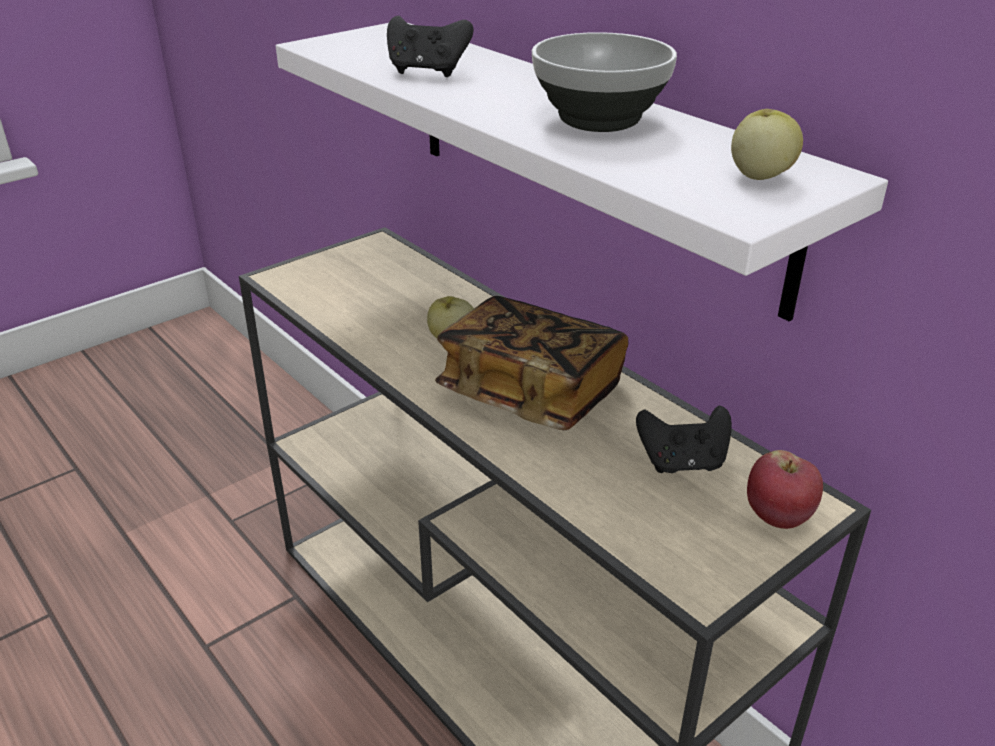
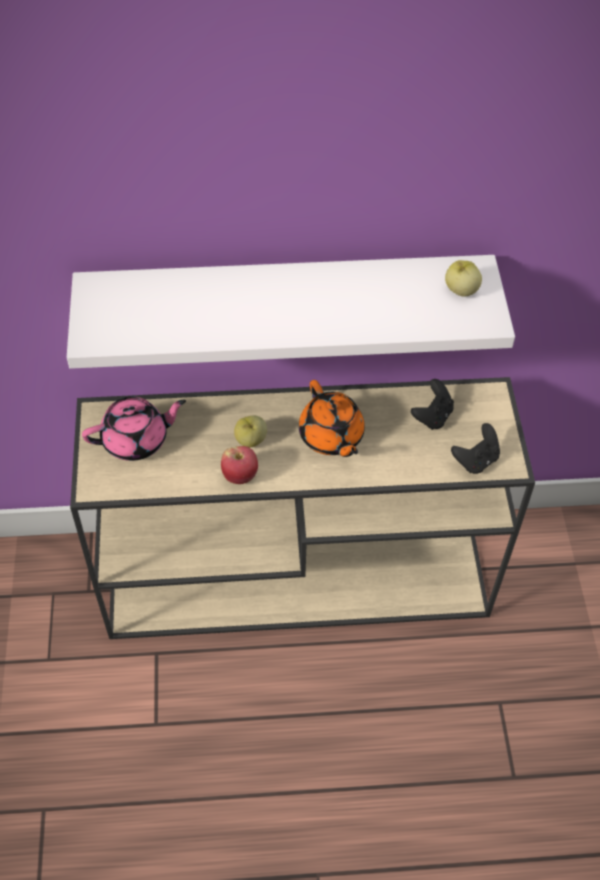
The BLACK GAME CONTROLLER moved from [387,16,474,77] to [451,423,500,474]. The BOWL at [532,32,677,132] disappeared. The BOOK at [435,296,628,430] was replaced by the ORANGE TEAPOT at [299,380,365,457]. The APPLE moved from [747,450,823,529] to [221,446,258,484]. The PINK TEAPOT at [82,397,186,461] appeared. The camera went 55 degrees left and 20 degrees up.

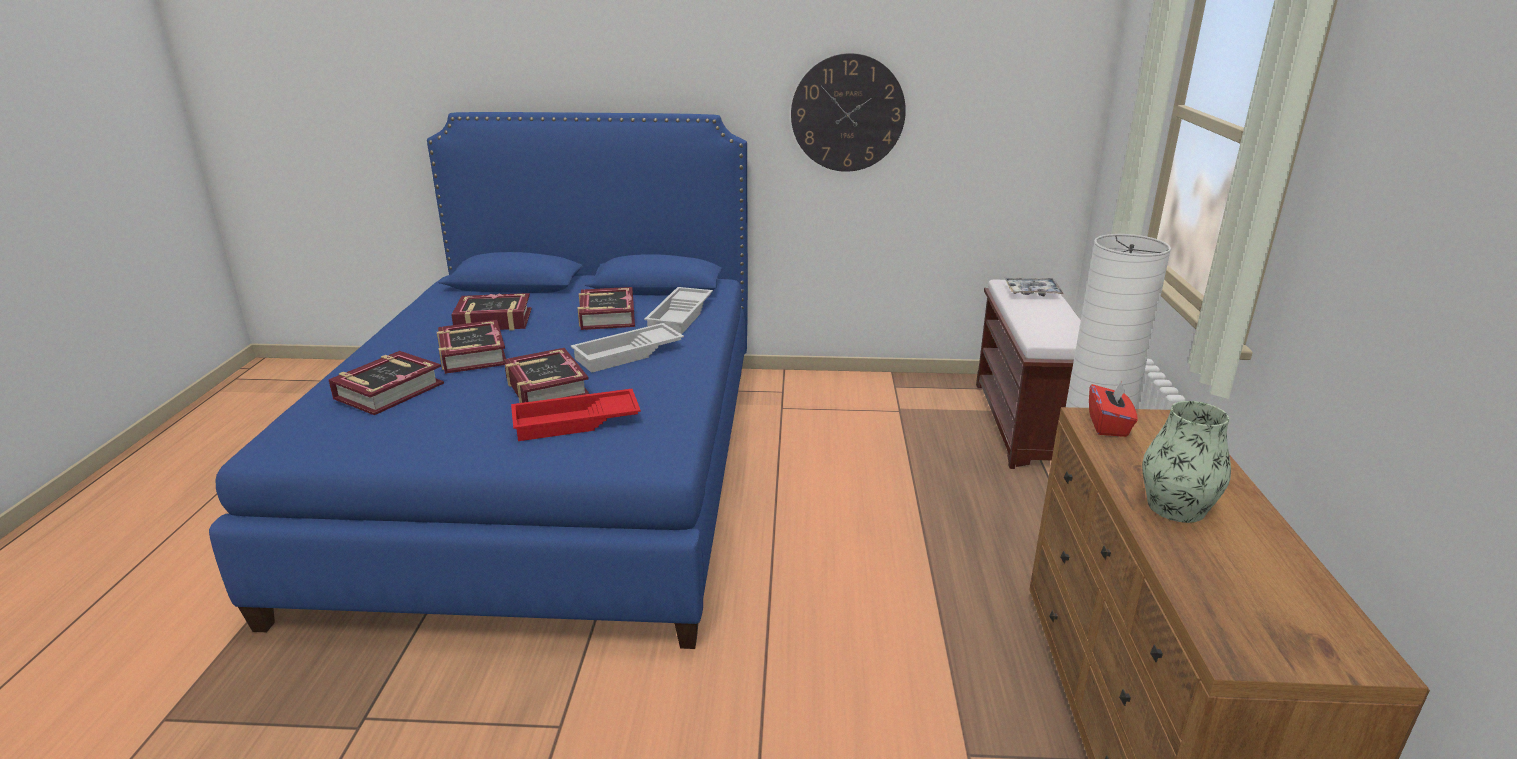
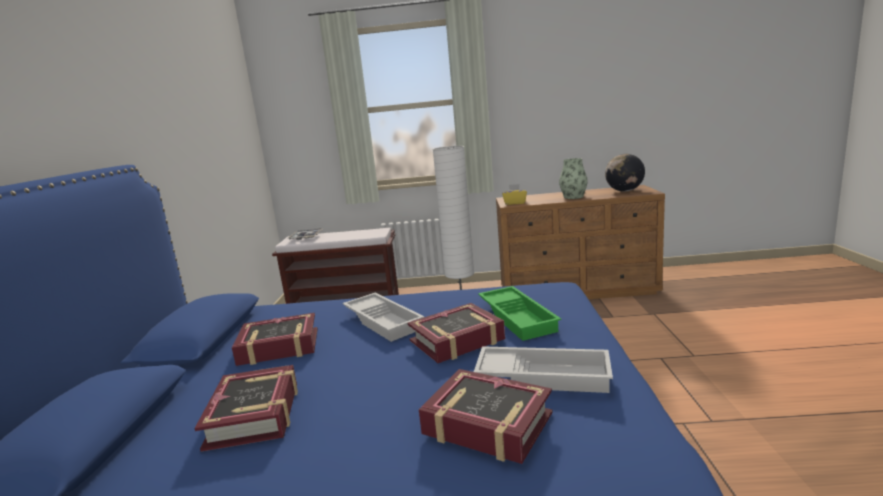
The WALL CLOCK at [791,53,906,172] disappeared. The WHITE TRAY moved from [644,287,713,334] to [474,346,613,393]. The BOOK at [437,320,506,374] disappeared. The RED TISSUE BOX at [1089,381,1138,437] became the YELLOW TISSUE BOX at [502,184,527,205]. The RED TRAY at [511,389,641,441] became the GREEN TRAY at [478,286,561,341]. The GLOBE at [605,154,645,192] appeared. The camera went 90 degrees left and 10 degrees down.

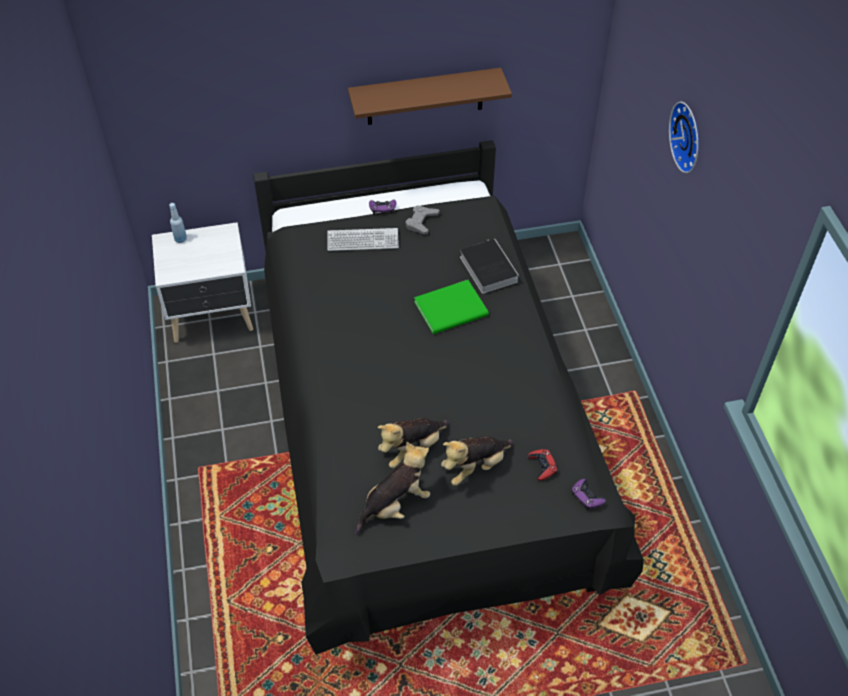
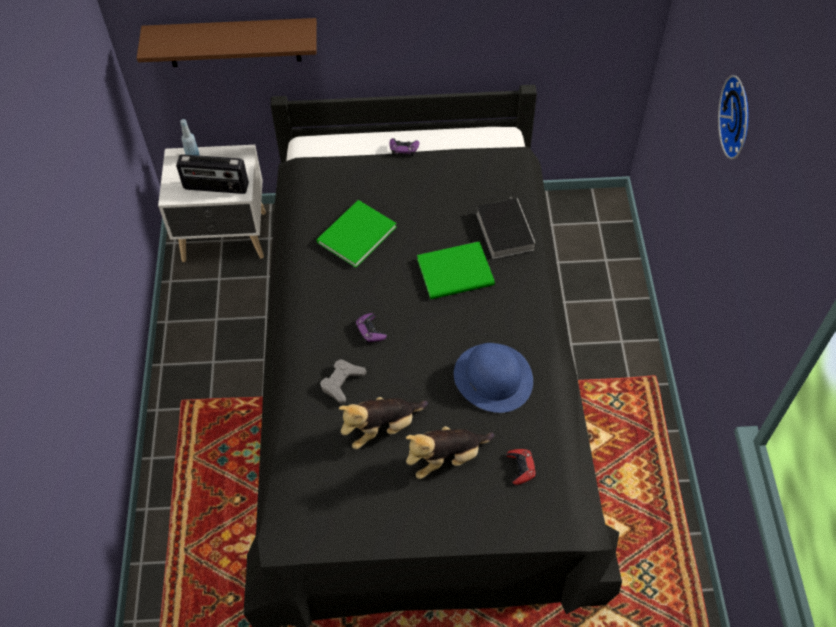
The BROWN SHELF moved from [348,68,512,125] to [137,18,317,67]. The GREY GAME CONTROLLER moved from [406,205,440,235] to [320,359,367,403]. The KEYBOARD at [327,228,399,251] disappeared. The PLUSH TOY at [355,442,430,535] disappeared. The PURPLE GAME CONTROLLER moved from [571,479,606,510] to [355,313,387,343]. The RADIO at [176,154,249,194] appeared. The GREEN BOOK at [316,200,397,268] appeared. The BLUE HAT at [454,343,533,413] appeared. The camera went 10 degrees right and 5 degrees up.

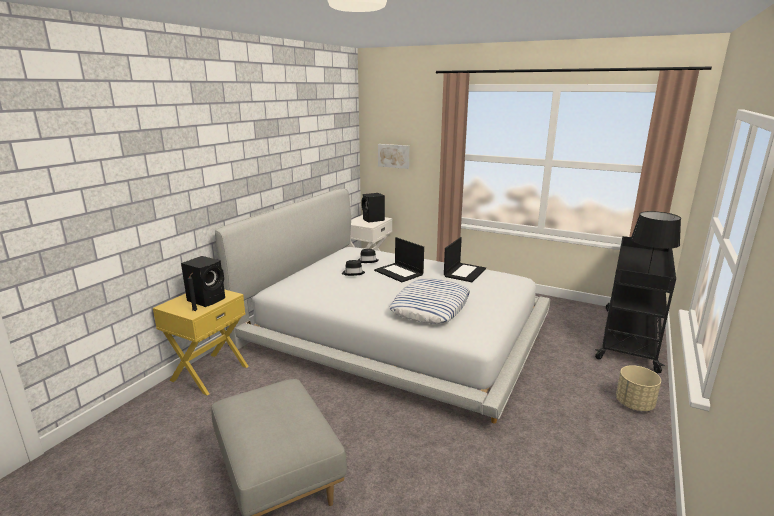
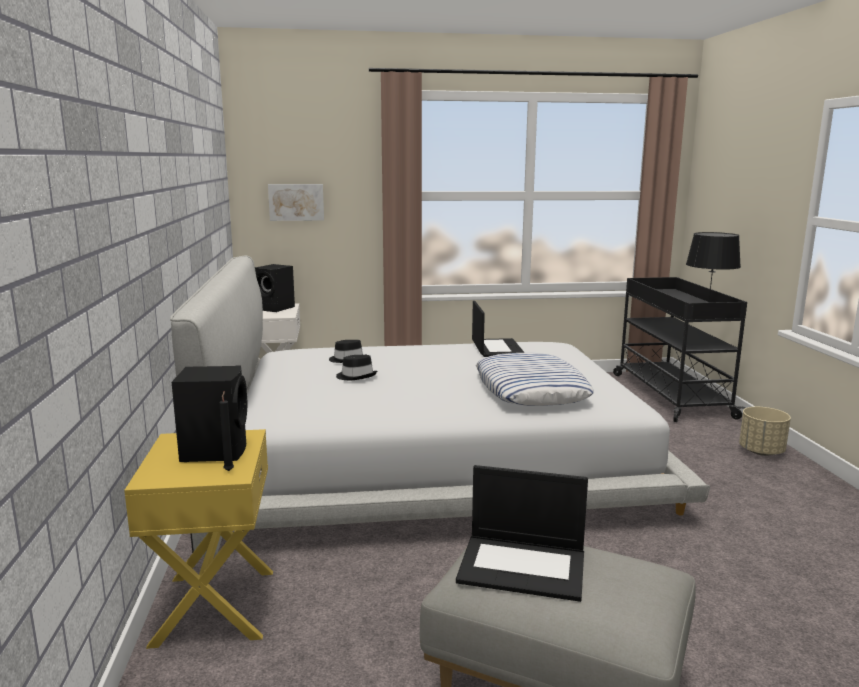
The LAPTOP moved from [374,237,424,282] to [456,465,588,602]. The camera went 35 degrees left and 5 degrees down.

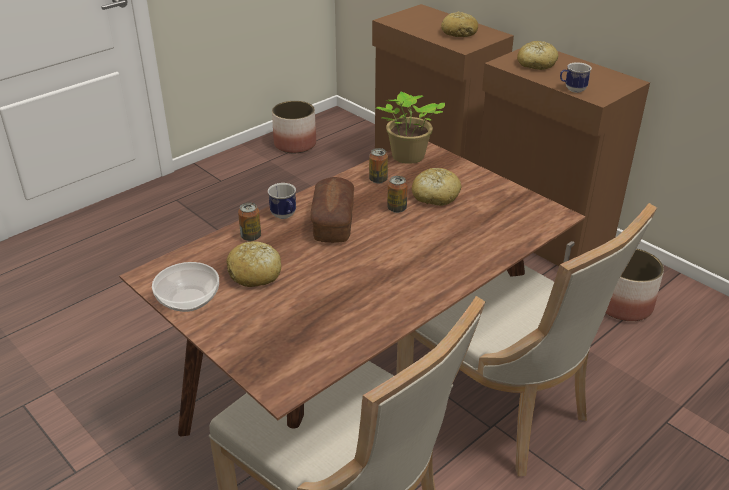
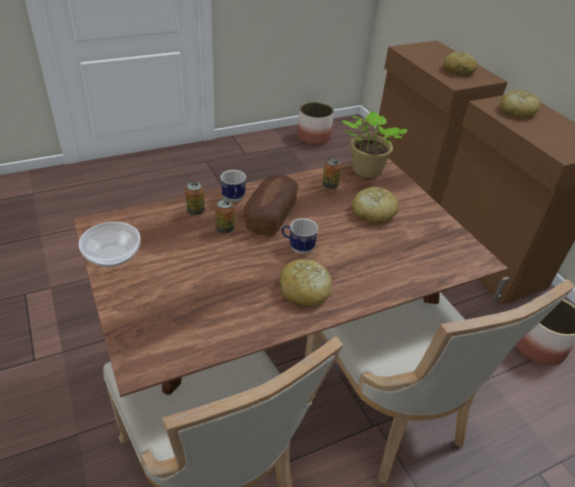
The MUG moved from [560,62,592,93] to [282,218,318,254]. The CAN moved from [387,176,408,213] to [215,198,235,234]. The BREAD moved from [226,241,281,287] to [279,259,332,306]. The camera went 15 degrees right and 5 degrees up.

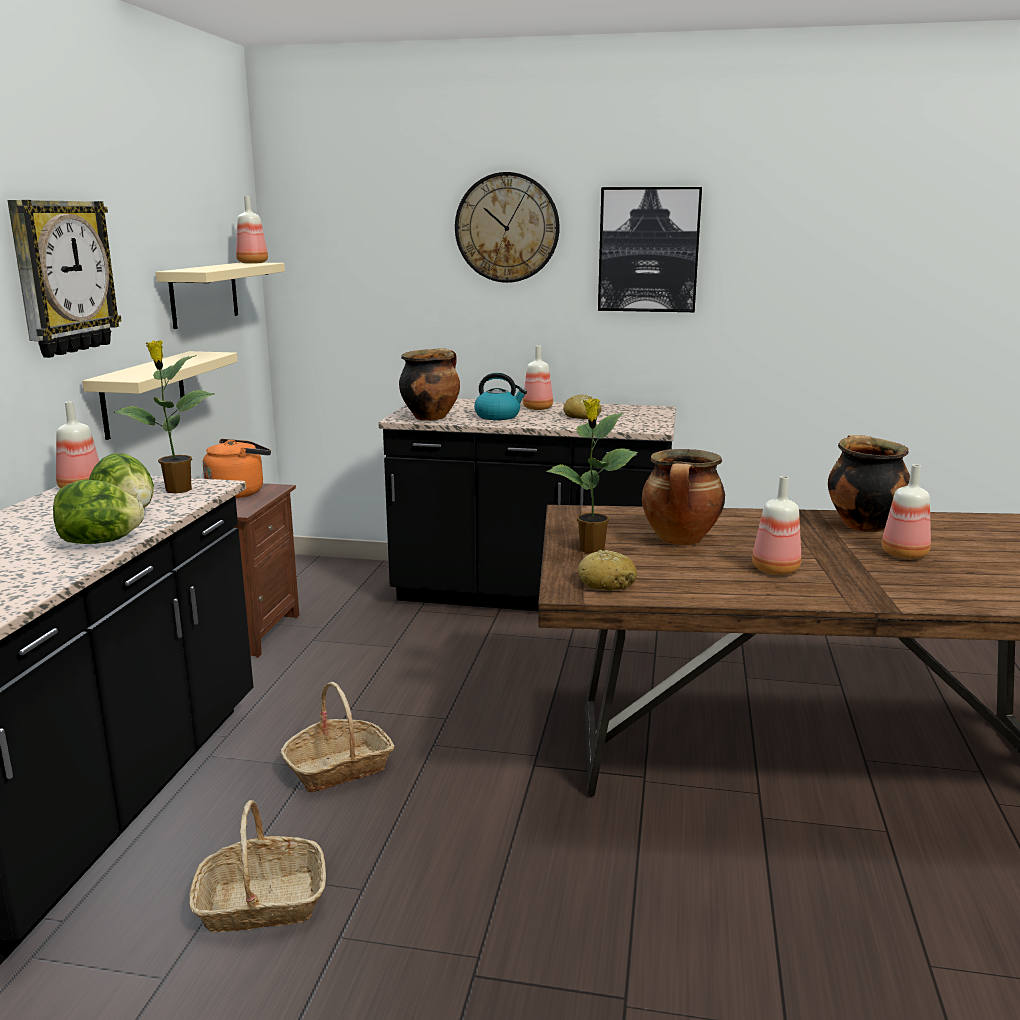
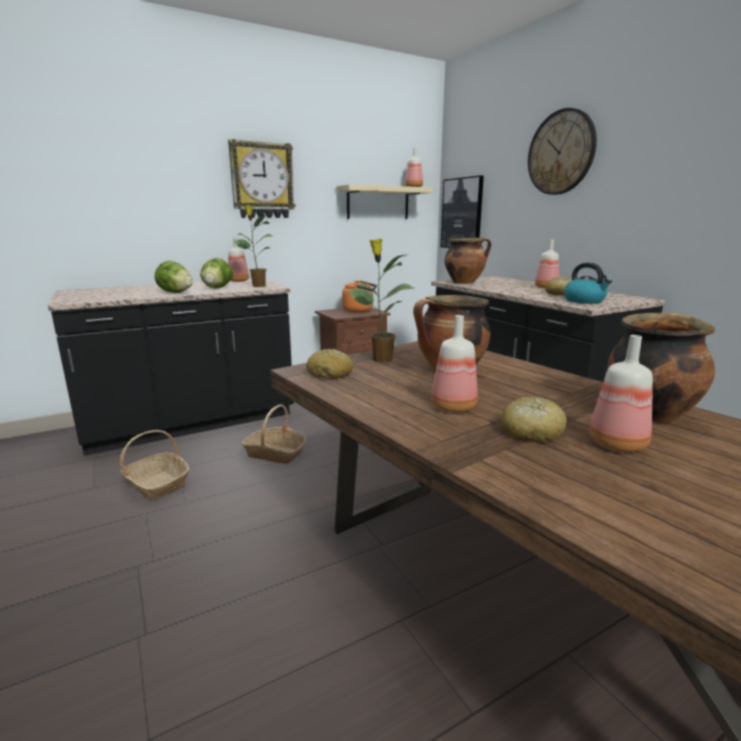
The PICTURE moved from [598,187,702,312] to [441,175,484,248]. The BEIGE SHELF at [82,351,238,440] disappeared. The KETTLE moved from [474,373,527,420] to [564,263,612,304]. The BREAD at [501,397,567,442] appeared. The camera went 50 degrees right and 0 degrees up.

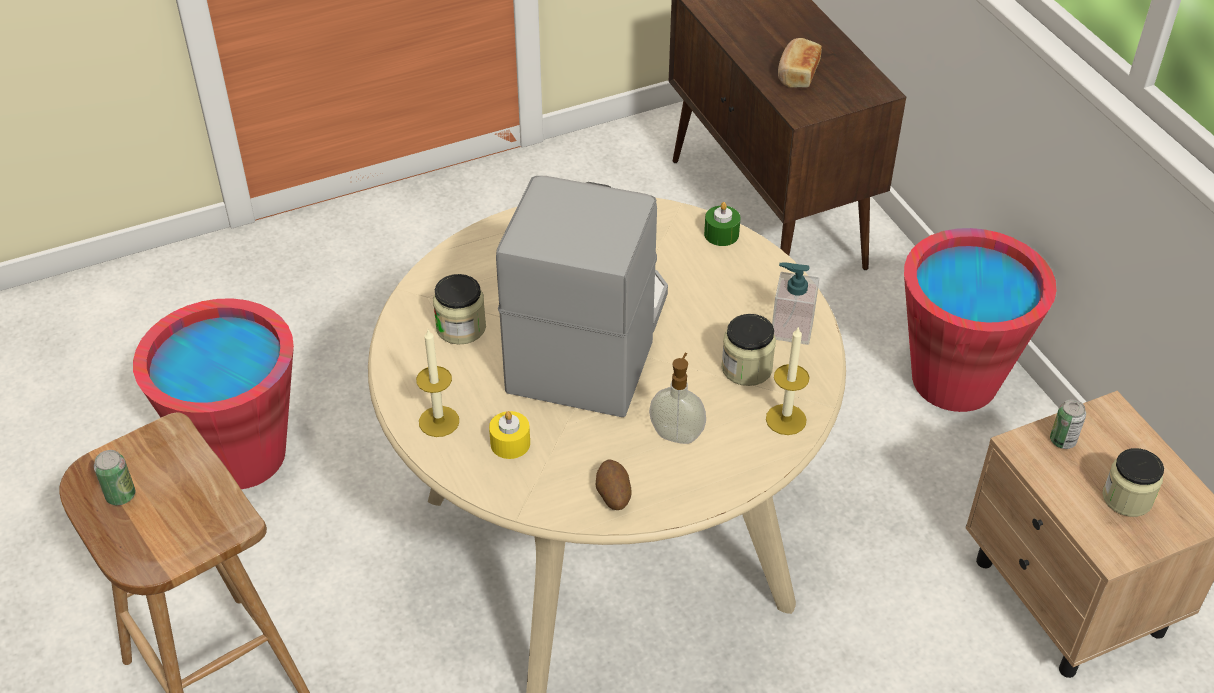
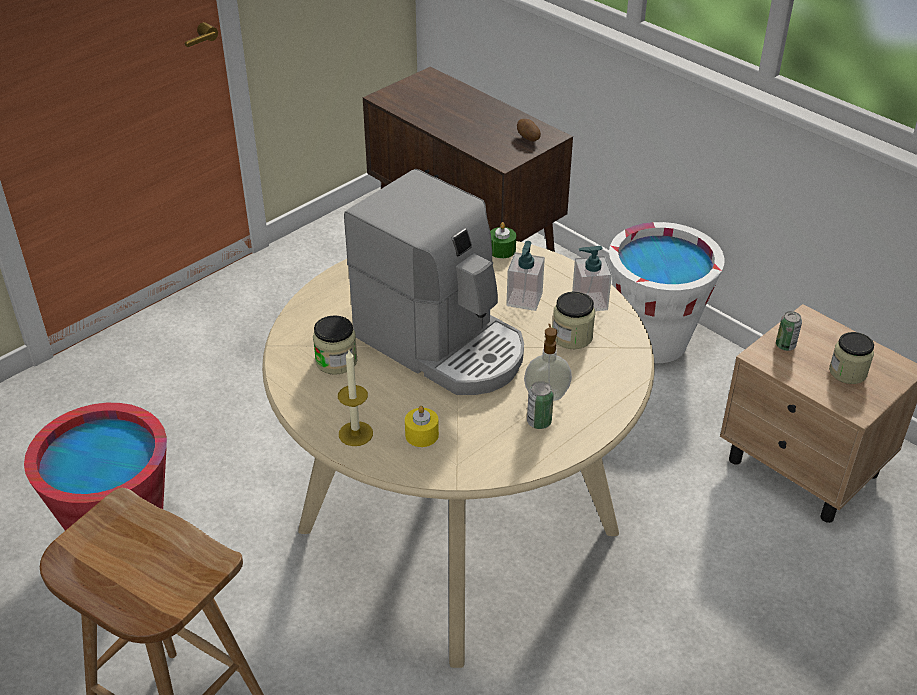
The BREAD at [778,38,822,88] disappeared. The COFFEE MACHINE at [496,176,668,417] turned 135 degrees clockwise. The RED BUCKET at [904,228,1057,412] became the WHITE BUCKET at [609,222,724,363]. The CANDLE at [766,326,809,435] disappeared. The CAN moved from [94,450,135,505] to [527,381,554,429]. The POTATO moved from [596,459,632,510] to [517,119,541,142]. The SOAP DISPENSER at [506,241,545,311] appeared. The camera went 20 degrees left and 5 degrees down.

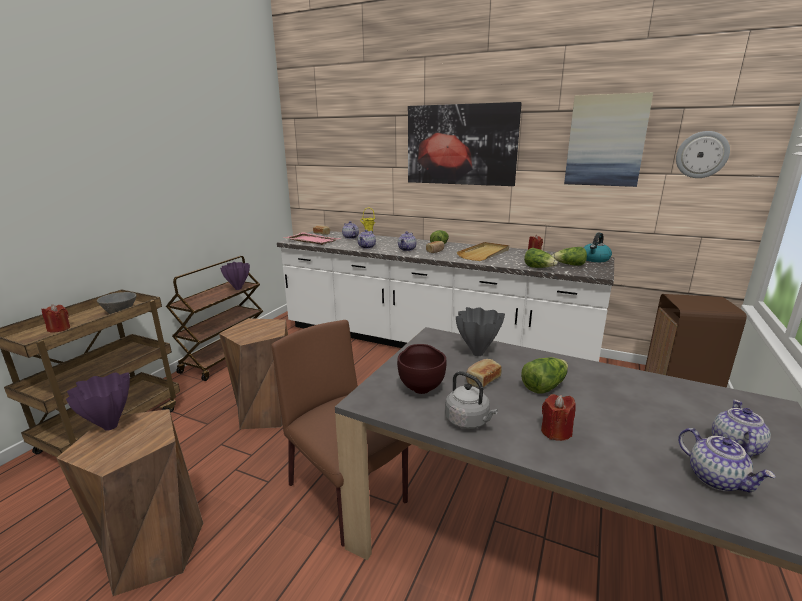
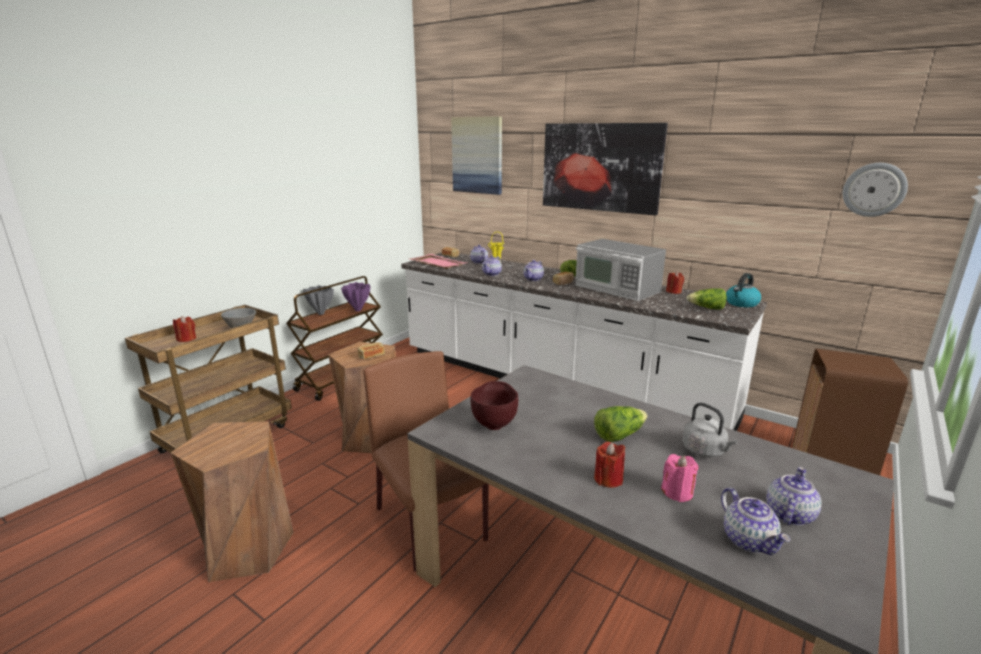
The PICTURE moved from [564,92,653,187] to [451,116,502,195]. The BEIGE TRAY at [457,242,509,261] was replaced by the MICROWAVE at [575,239,666,301]. The LETTUCE at [524,248,558,268] disappeared. The GREY VASE moved from [456,307,505,356] to [303,285,334,315]. The BREAD moved from [466,359,502,387] to [358,342,385,359]. The GREY KETTLE moved from [445,371,498,429] to [682,402,738,457]. The PURPLE VASE at [66,372,130,431] disappeared. The PINK CANDLE at [661,454,699,502] appeared. The camera went 10 degrees right and 0 degrees up.

